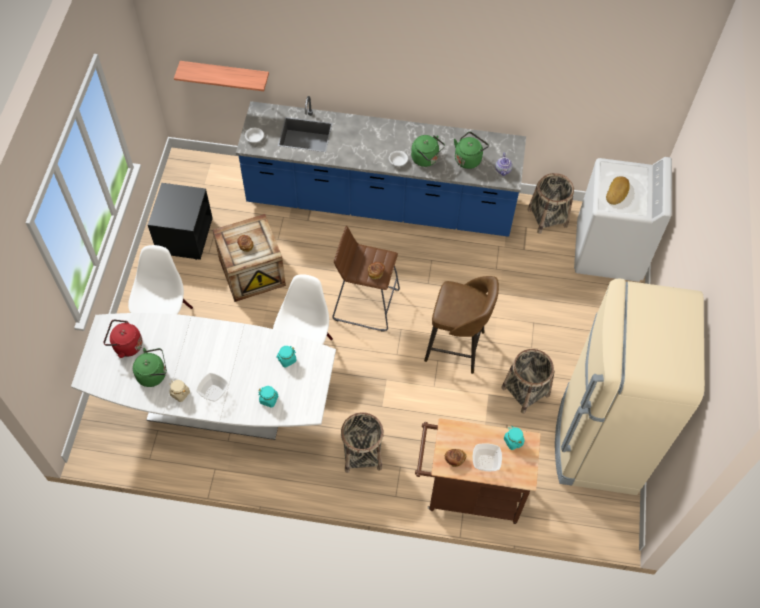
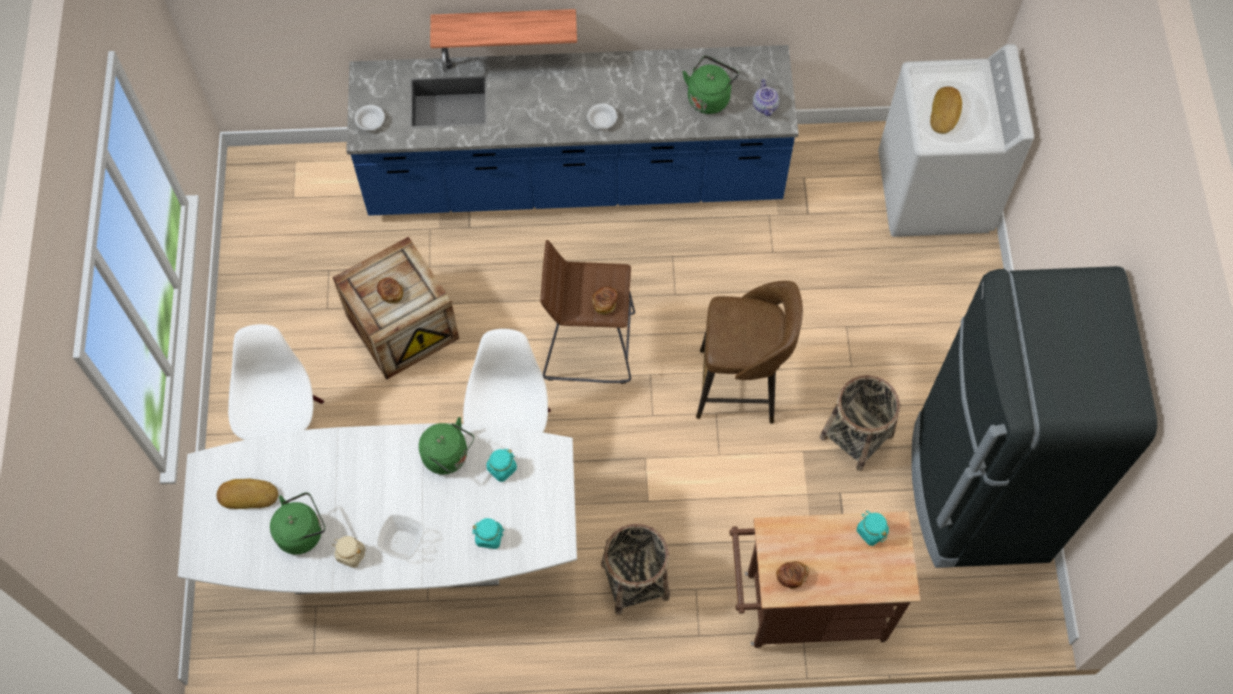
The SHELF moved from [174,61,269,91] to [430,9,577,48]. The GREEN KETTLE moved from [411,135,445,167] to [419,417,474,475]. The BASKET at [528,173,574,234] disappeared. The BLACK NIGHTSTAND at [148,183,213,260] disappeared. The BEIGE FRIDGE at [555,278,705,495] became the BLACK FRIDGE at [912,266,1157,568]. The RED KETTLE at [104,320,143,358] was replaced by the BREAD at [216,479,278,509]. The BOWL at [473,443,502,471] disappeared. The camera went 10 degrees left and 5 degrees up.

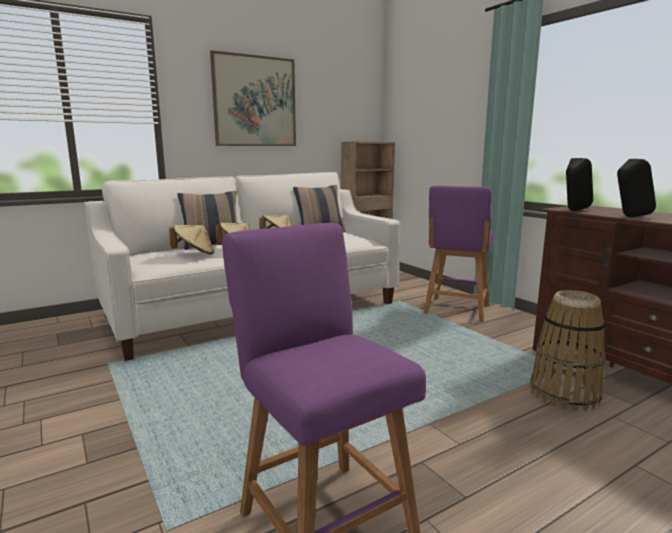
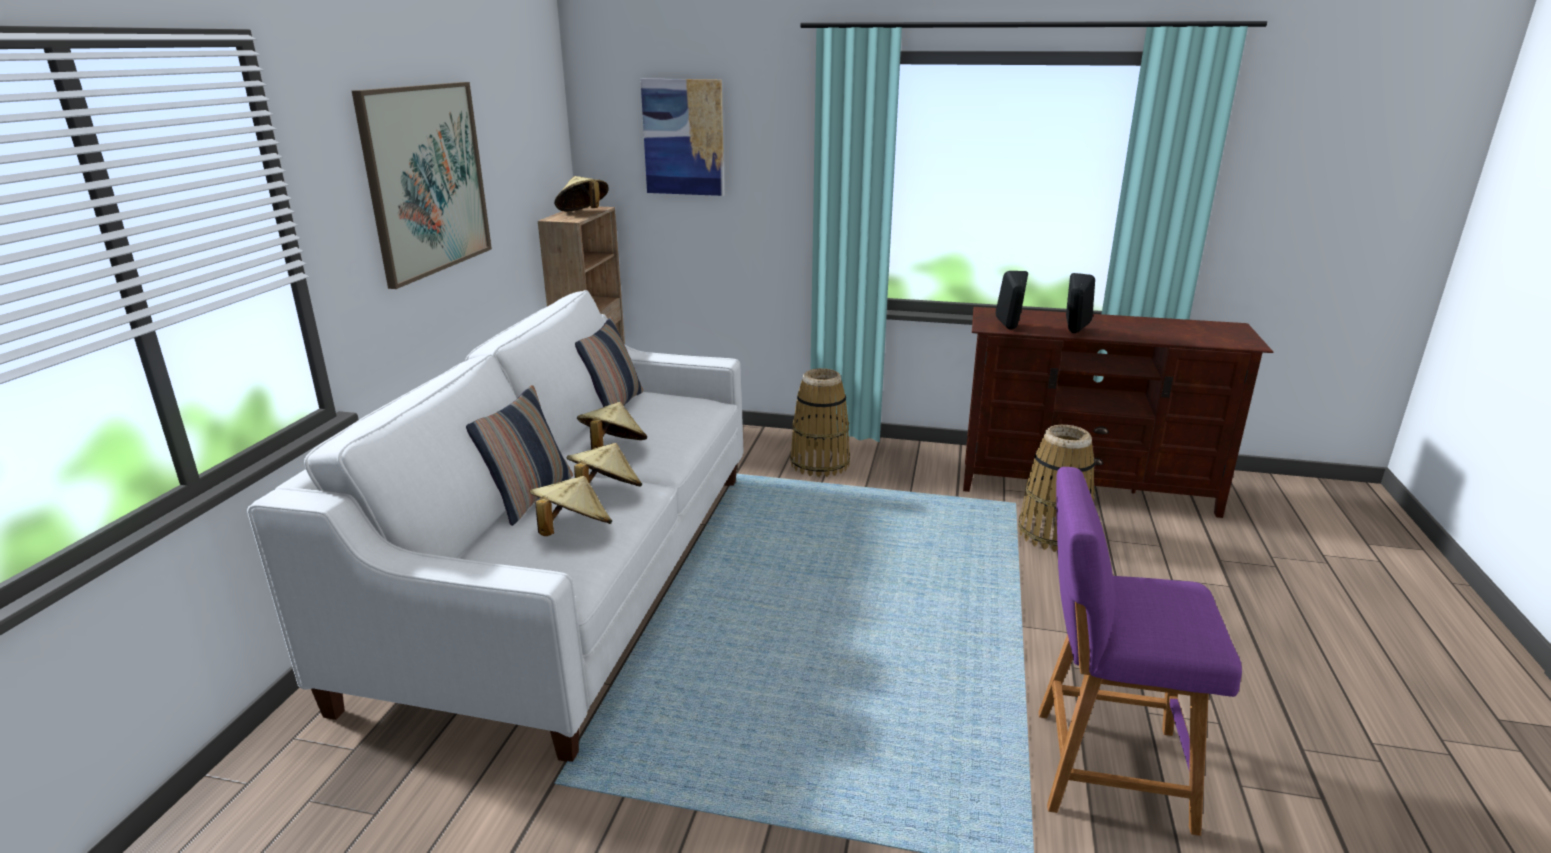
The PURPLE STOOL at [423,186,493,322] was replaced by the BASKET at [790,368,850,477]. The PICTURE at [640,79,724,196] appeared. The BEIGE HAT at [554,176,609,212] appeared. The camera went 45 degrees left and 10 degrees up.

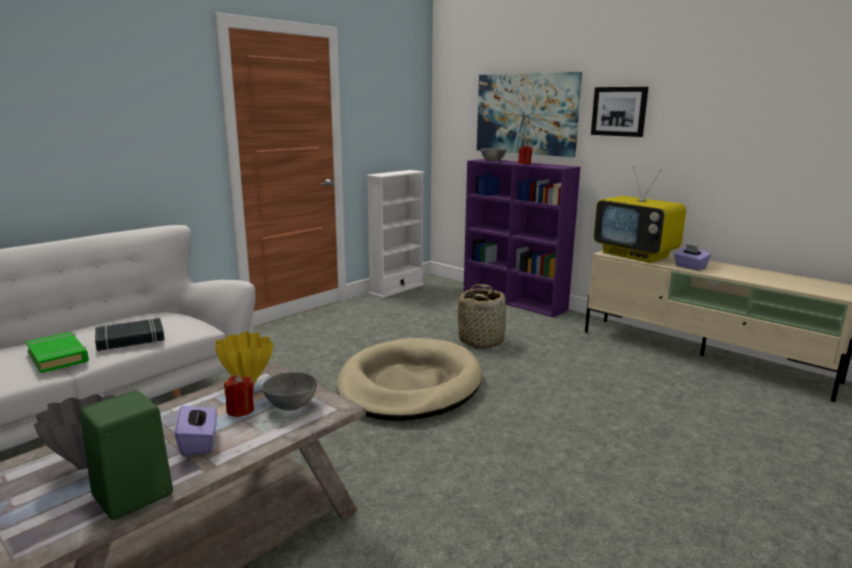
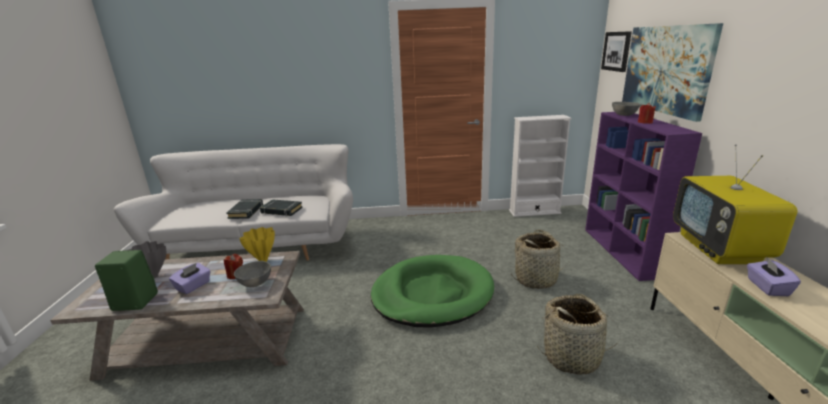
The PICTURE moved from [591,87,648,137] to [601,31,632,72]. The GREEN BOOK at [26,332,89,373] became the BLACK BOOK at [227,199,263,219]. The BEIGE DOG BED at [336,338,482,421] became the GREEN DOG BED at [371,255,494,328]. The BASKET at [537,294,619,375] appeared. The camera went 45 degrees right and 5 degrees up.

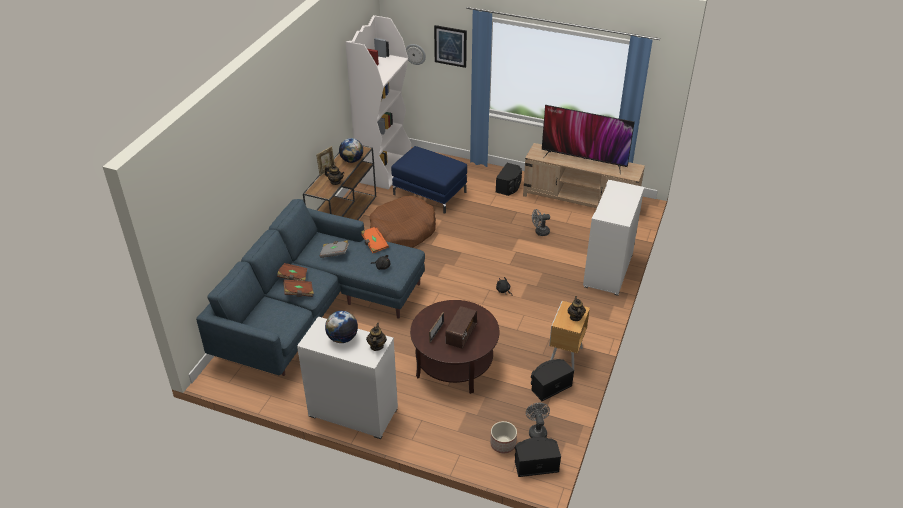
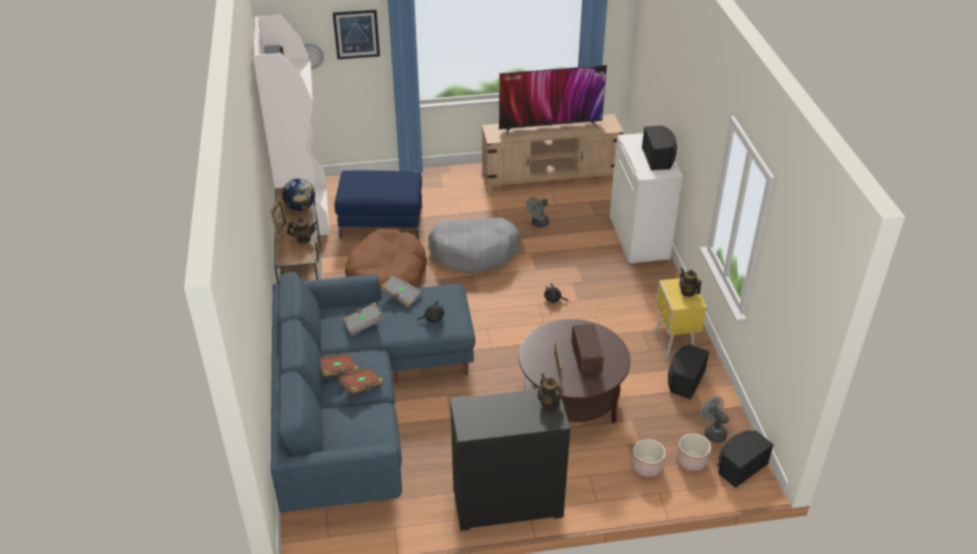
The BLACK SPEAKER moved from [496,163,522,196] to [642,125,677,170]. The ORANGE BOOK at [361,226,389,253] became the GREY BOOK at [381,274,422,308]. The BROWN NIGHTSTAND at [549,301,590,370] became the YELLOW NIGHTSTAND at [654,278,707,359]. The GLOBE at [325,311,358,343] disappeared. The WHITE CABINET at [297,317,398,439] became the BLACK CABINET at [450,389,570,531]. The GREY DOG BED at [428,217,520,273] appeared. The PLANTER at [632,439,666,478] appeared. The camera went 30 degrees left and 0 degrees up.

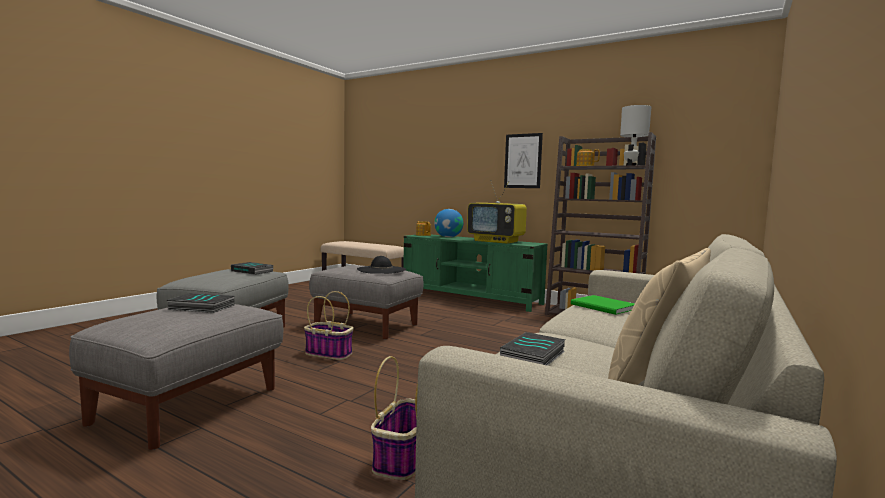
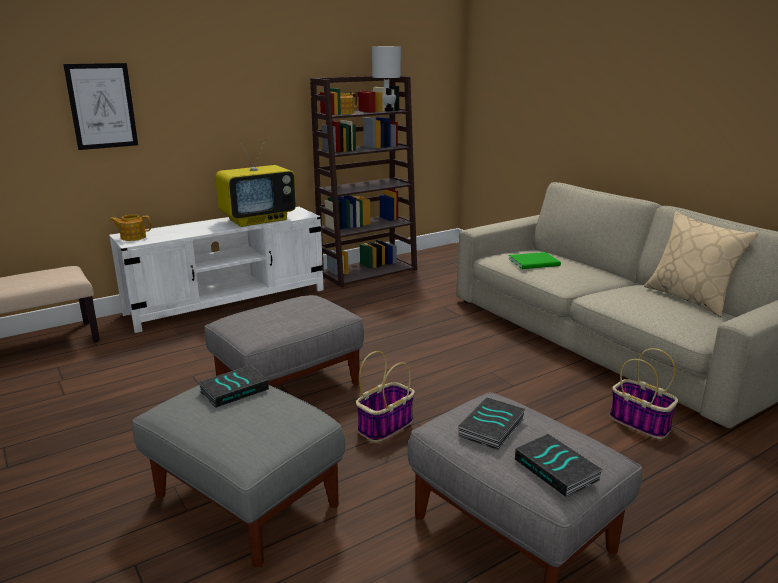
The PICTURE moved from [504,133,543,188] to [63,63,138,150]. The GLOBE at [434,209,463,237] disappeared. The GREEN TV STAND at [403,235,548,312] became the WHITE TV STAND at [109,207,324,333]. The BLACK HAT at [357,256,406,274] disappeared. The BOOK moved from [500,332,566,366] to [515,434,603,498]. The camera went 65 degrees left and 15 degrees up.

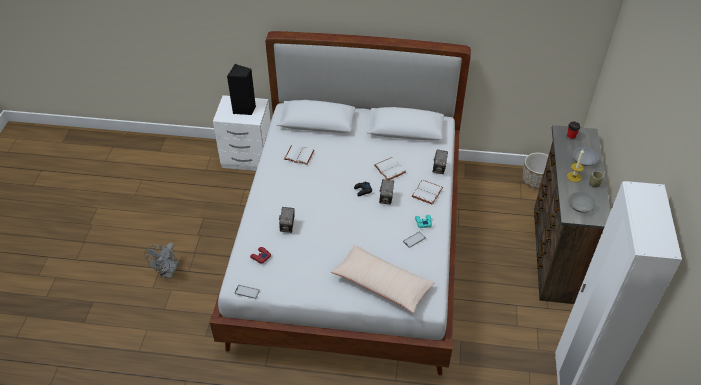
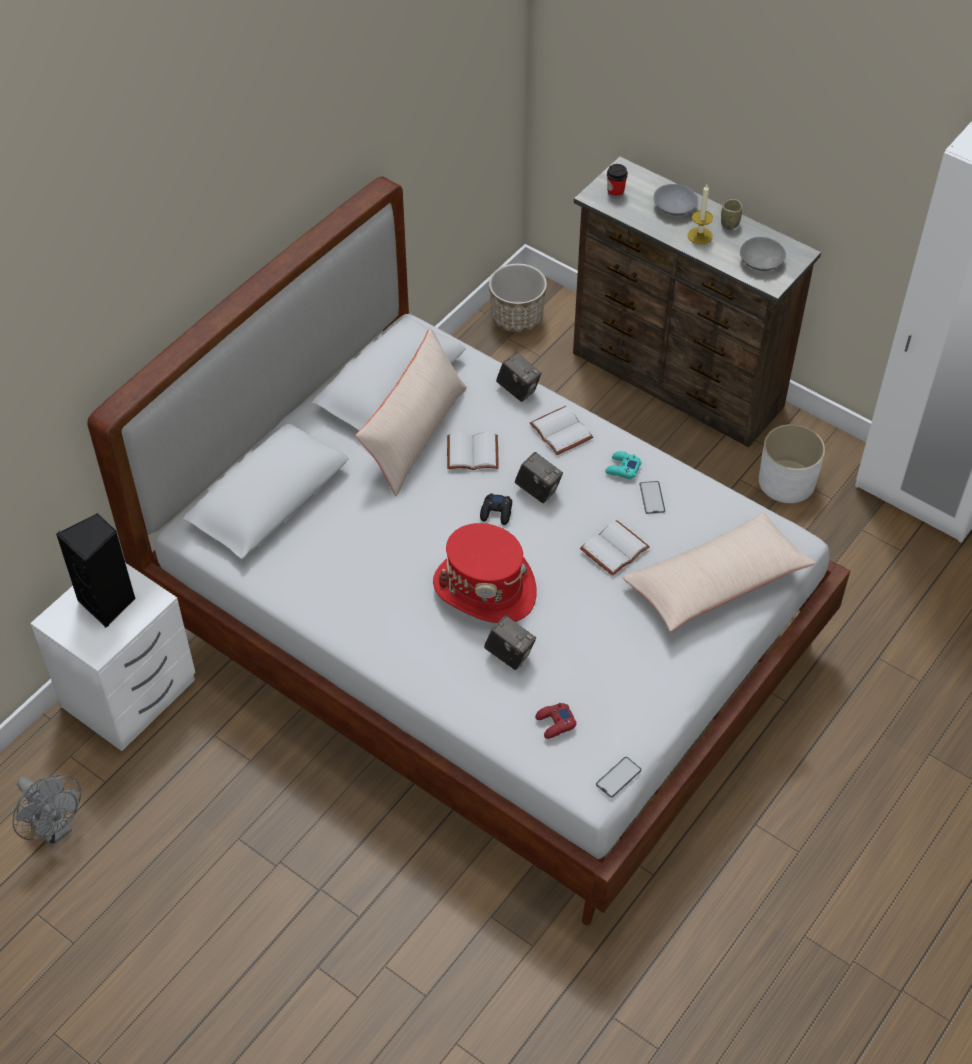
The WHITE BOOK moved from [284,145,315,165] to [580,520,650,576]. The GREY FAN moved from [145,243,180,279] to [13,774,81,846]. The BEIGE PILLOW at [356,327,467,496] appeared. The WHITE PLANTER at [759,424,825,503] appeared. The RED HAT at [433,523,537,623] appeared. The camera went 60 degrees left and 5 degrees up.

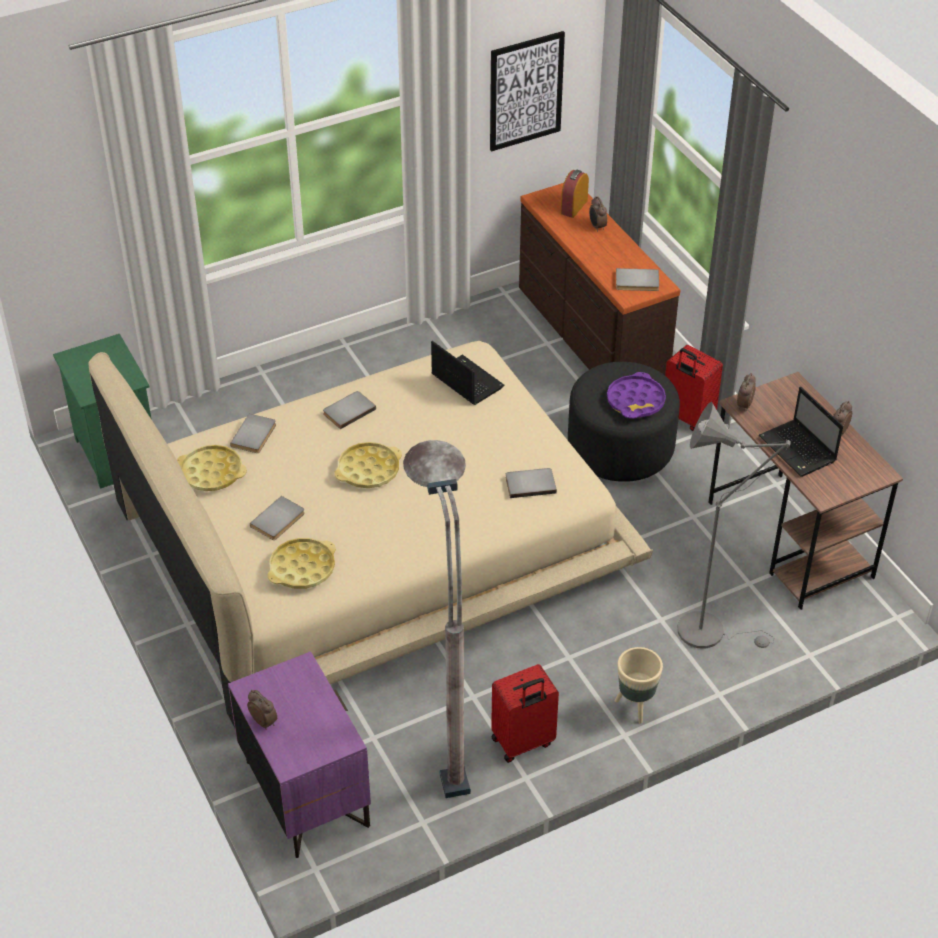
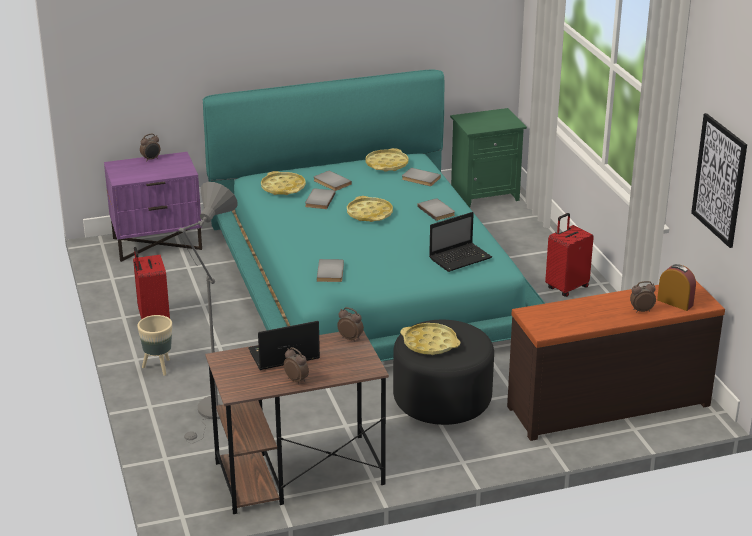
The GREY BOOK moved from [616,268,659,291] to [305,188,336,209]. The BEIGE BED at [89,341,653,728] became the TURQUOISE BED at [203,69,545,361]. The RED SUITCASE moved from [665,345,723,431] to [545,213,594,297]. The PURPLE TRAY at [607,372,666,419] became the YELLOW TRAY at [400,323,461,355]. The GREY FLOOR LAMP at [403,440,471,798] disappeared. The camera went 100 degrees right and 15 degrees down.

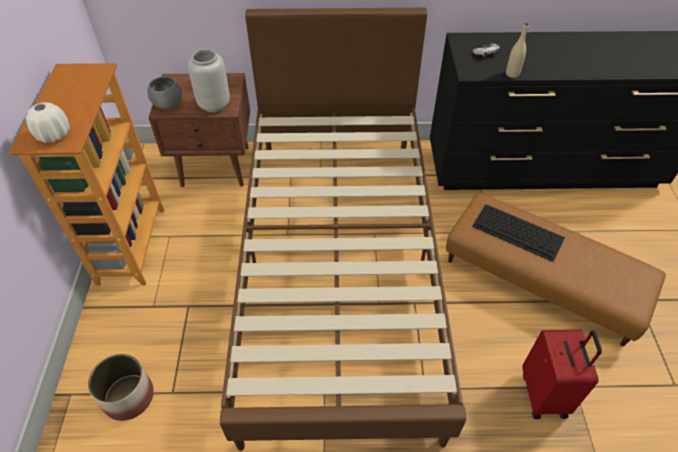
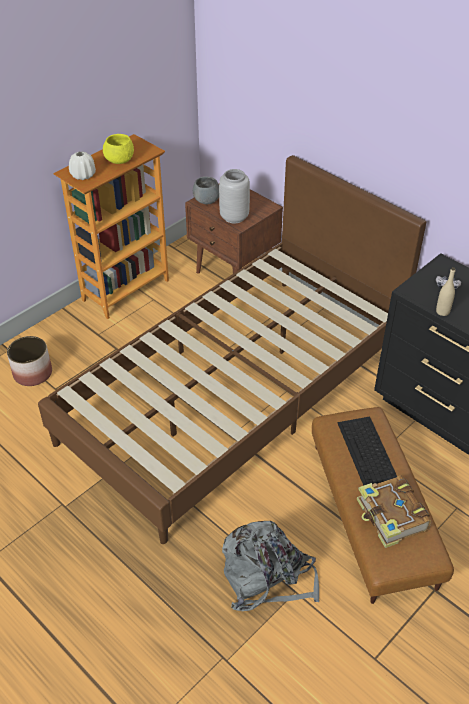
The RED SUITCASE at [522,330,602,419] was replaced by the GREY BACKPACK at [222,521,319,611]. The YELLOW BOWL at [103,134,134,164] appeared. The BOOK at [357,475,431,548] appeared. The camera went 45 degrees right and 5 degrees down.

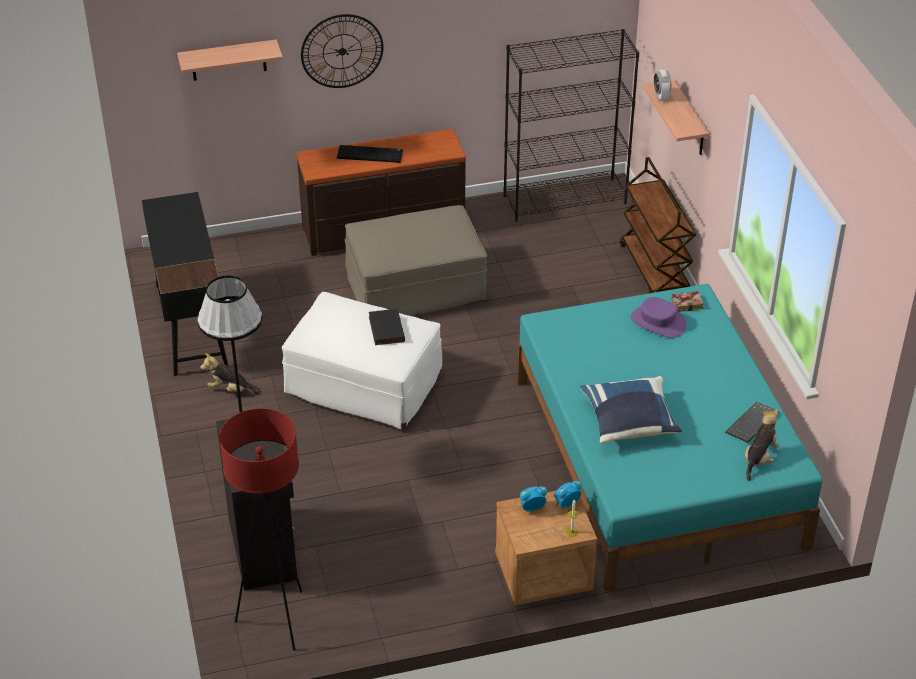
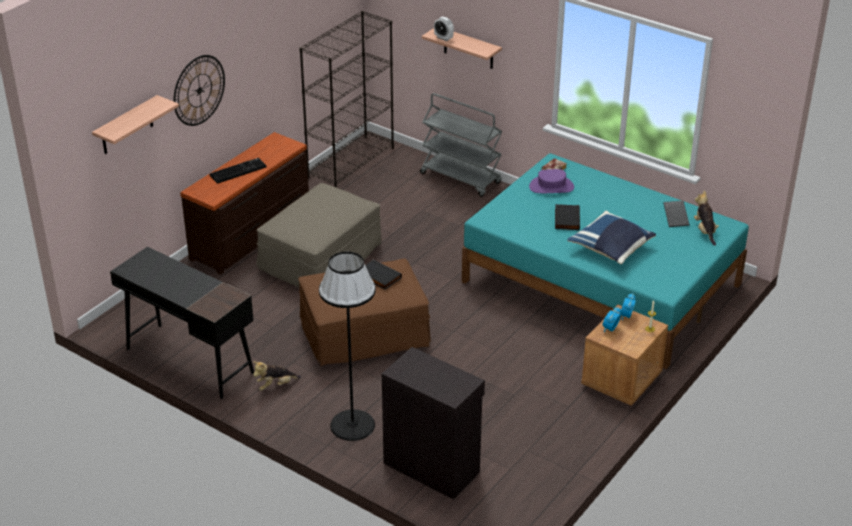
The BROWN CART at [620,157,696,293] became the GREY CART at [420,93,503,197]. The WHITE OTTOMAN at [282,292,442,429] became the BROWN OTTOMAN at [298,258,431,366]. The RED FLOOR LAMP at [219,408,302,651] disappeared. The BLACK BOOK at [555,204,580,230] appeared. The camera went 40 degrees left and 5 degrees down.

